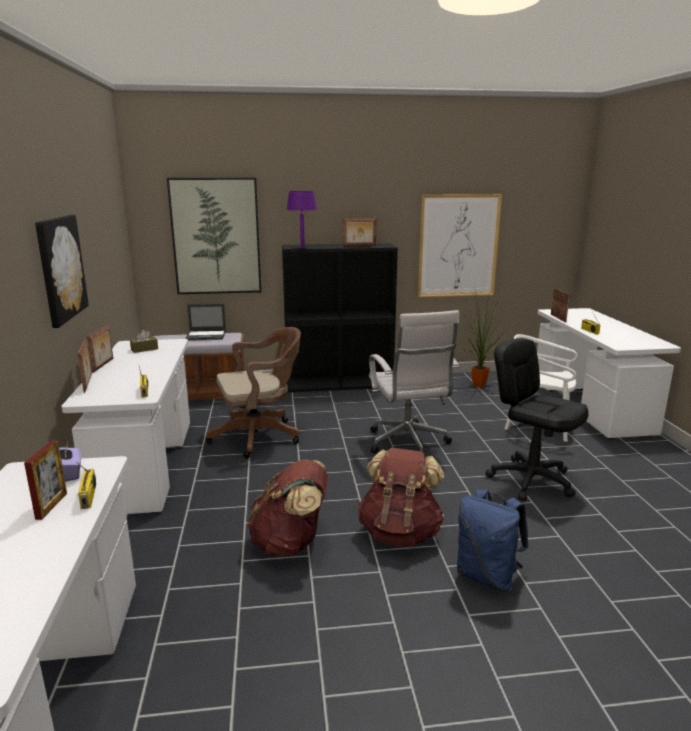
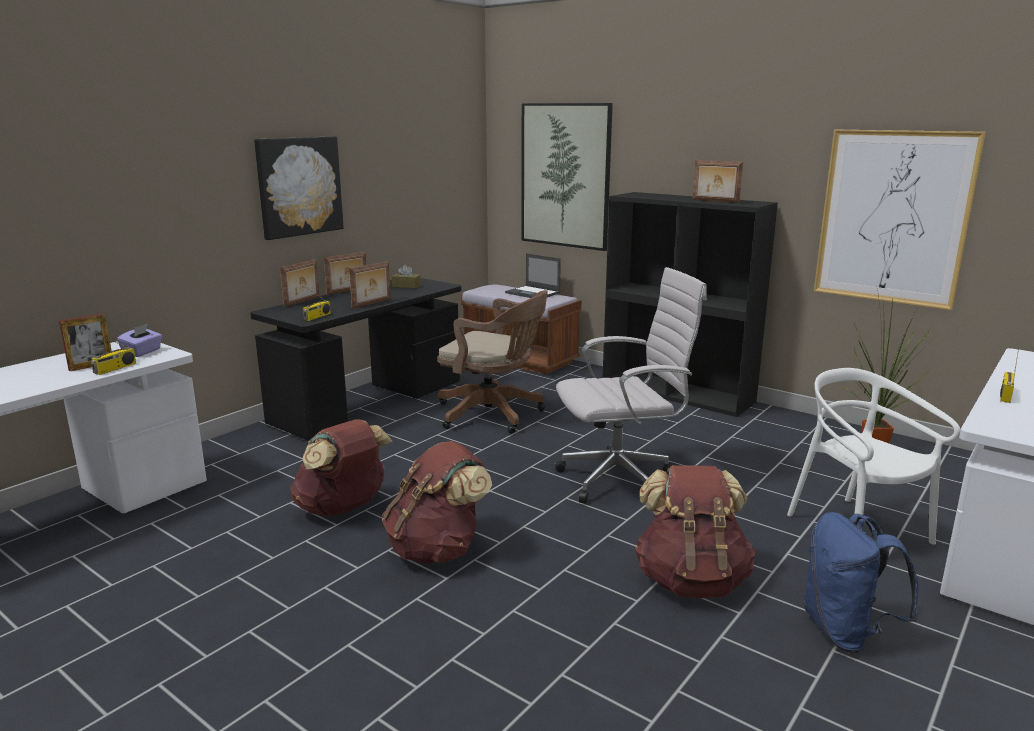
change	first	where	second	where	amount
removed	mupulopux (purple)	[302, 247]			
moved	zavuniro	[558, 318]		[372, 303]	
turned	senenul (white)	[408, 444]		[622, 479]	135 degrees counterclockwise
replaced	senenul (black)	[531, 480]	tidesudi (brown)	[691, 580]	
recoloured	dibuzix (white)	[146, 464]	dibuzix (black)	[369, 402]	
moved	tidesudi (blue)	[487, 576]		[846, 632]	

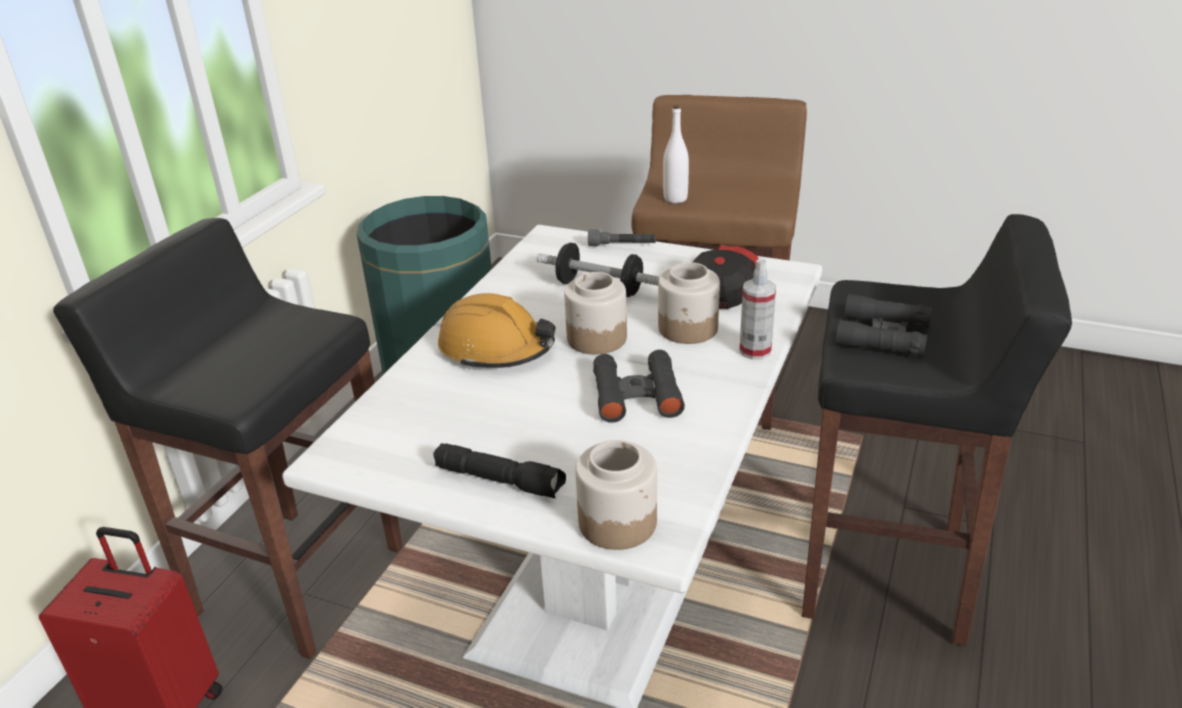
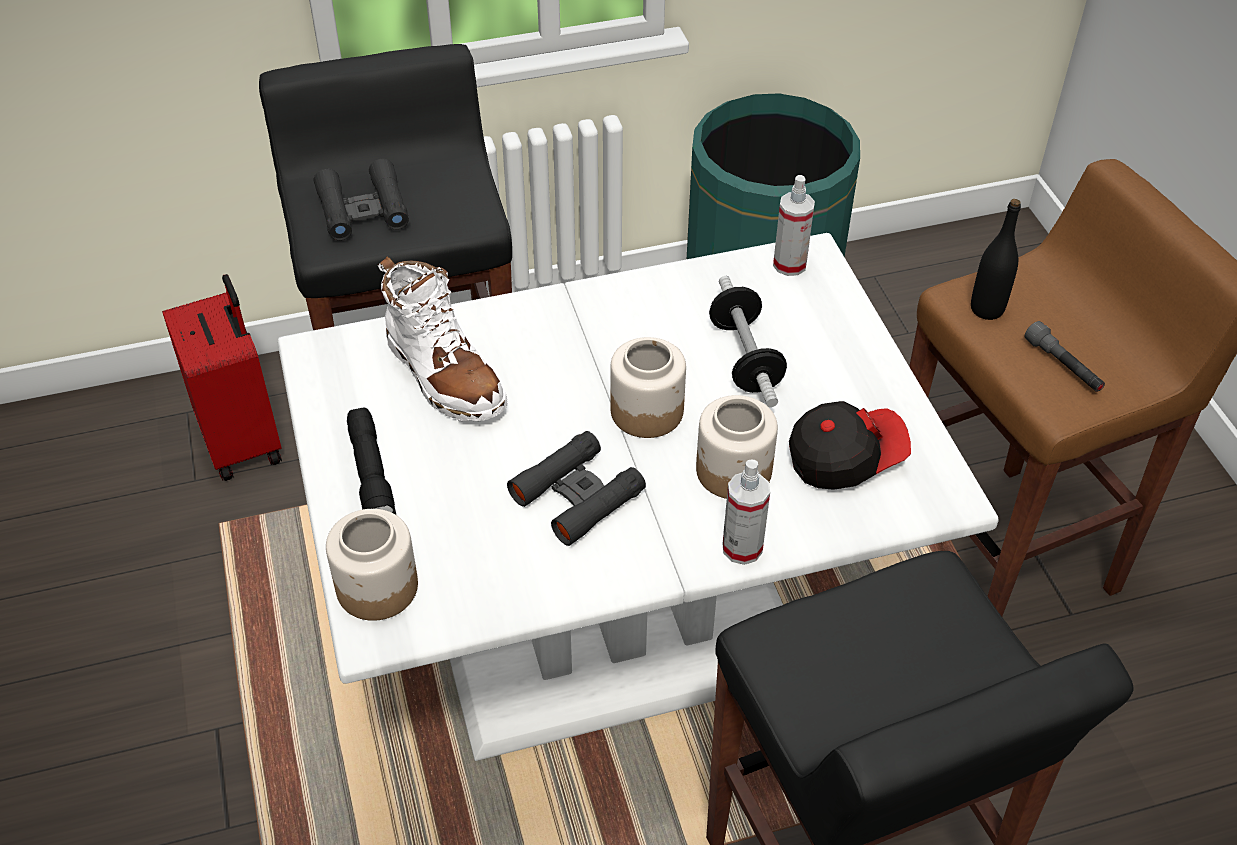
change	first	where	second	where	amount
recoloured	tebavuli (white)	[675, 199]	tebavuli (black)	[987, 309]	
moved	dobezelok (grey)	[622, 245]		[1063, 366]	
removed	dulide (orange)	[496, 349]			
moved	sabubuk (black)	[882, 335]		[363, 209]	
added			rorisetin	[789, 264]	
added			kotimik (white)	[444, 375]	

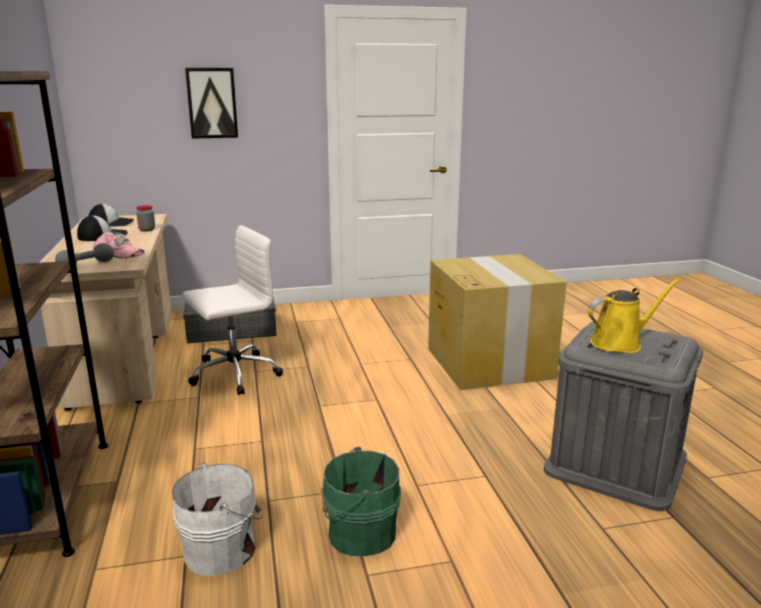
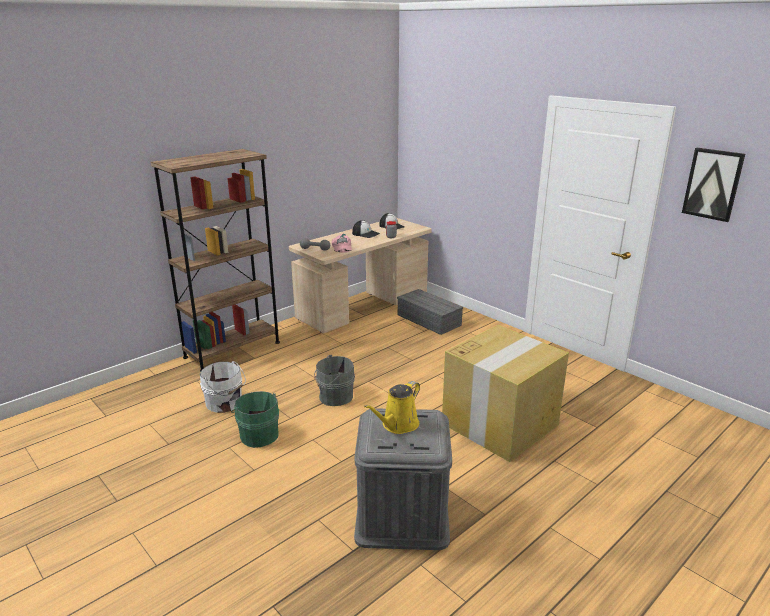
change	first	where	second	where	amount
moved	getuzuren	[212, 103]		[712, 184]	
removed	senenul (white)	[233, 374]			
turned	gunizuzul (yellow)	[620, 343]		[398, 425]	90 degrees clockwise
added			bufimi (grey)	[334, 396]	

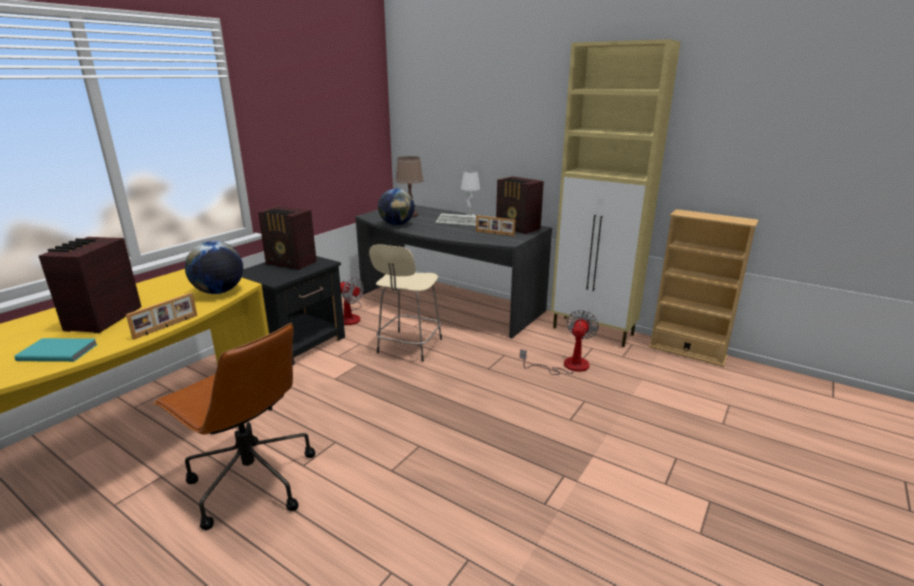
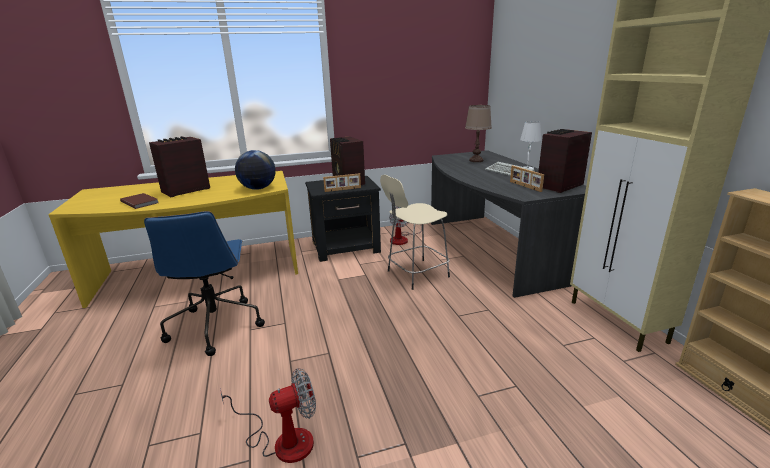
change	first	where	second	where	amount
turned	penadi	[518, 228]		[558, 186]	60 degrees clockwise
removed	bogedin	[397, 224]			
moved	zavuniro	[167, 327]		[343, 189]	
moved	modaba	[567, 366]		[282, 440]	
recoloured	senenul (brown)	[250, 481]	senenul (blue)	[215, 325]	
recoloured	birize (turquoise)	[58, 352]	birize (brown)	[140, 202]	

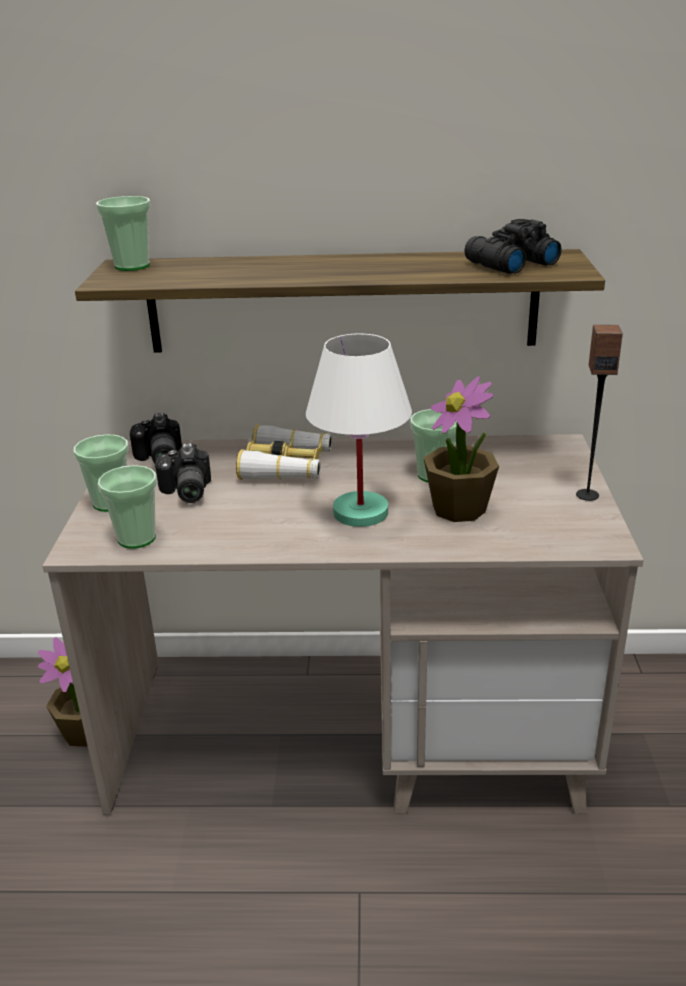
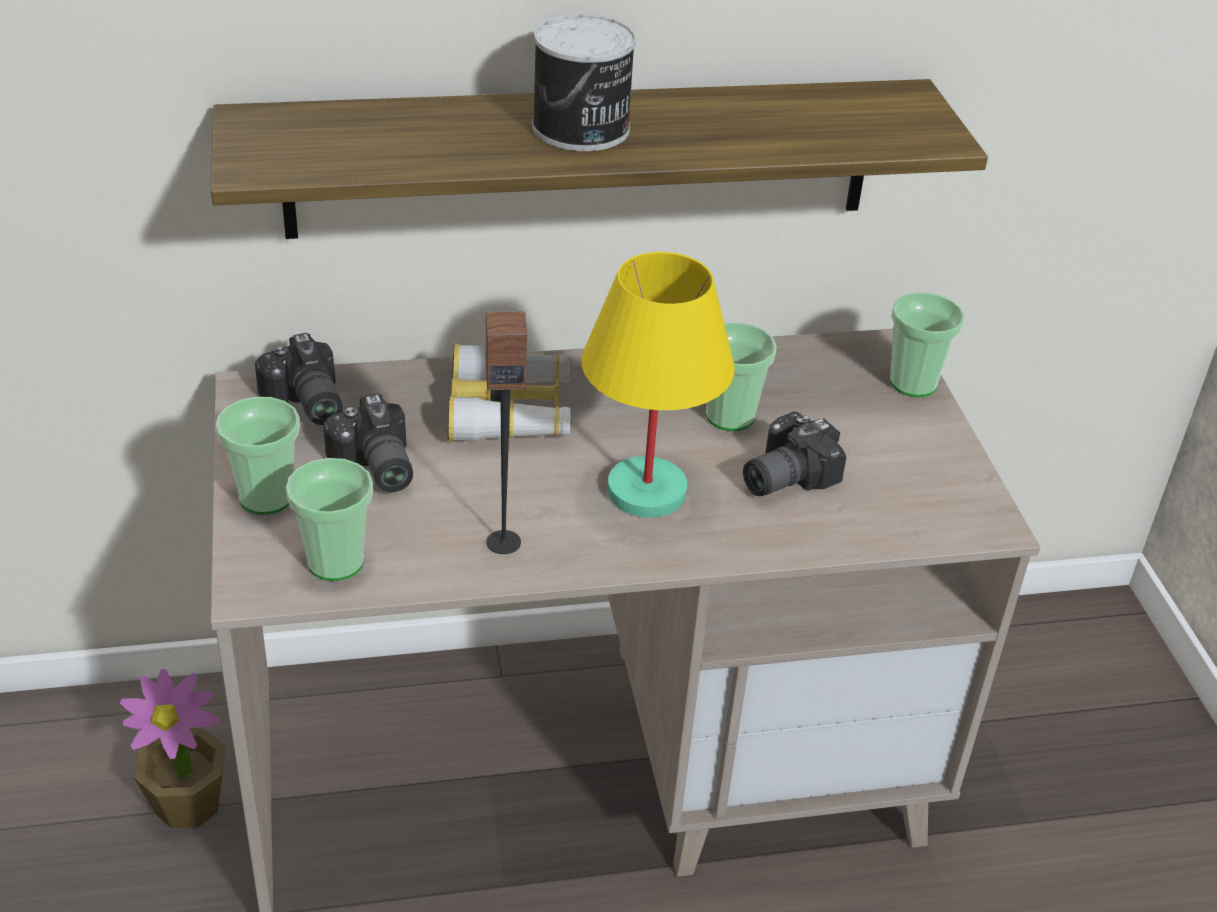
change	first	where	second	where	amount
moved	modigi	[132, 266]		[913, 383]	
removed	sabubuk (black)	[508, 264]			
moved	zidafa	[587, 495]		[503, 542]	
recoloured	mupulopux (white)	[361, 513]	mupulopux (yellow)	[648, 492]	
replaced	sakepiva	[459, 509]	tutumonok	[781, 476]	
added			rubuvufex	[582, 129]	

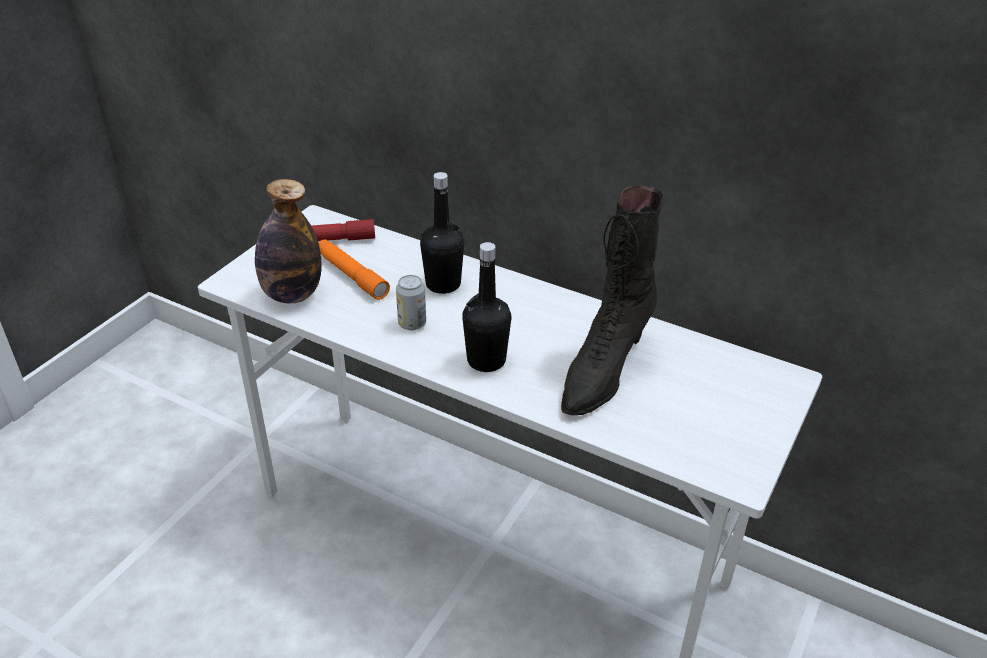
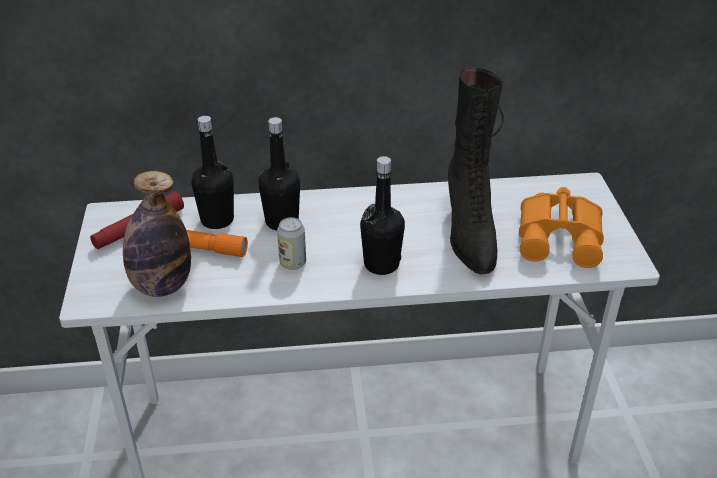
change	first	where	second	where	amount
added			tebavuli (black)	[217, 220]	
added			sabubuk (orange)	[561, 236]	

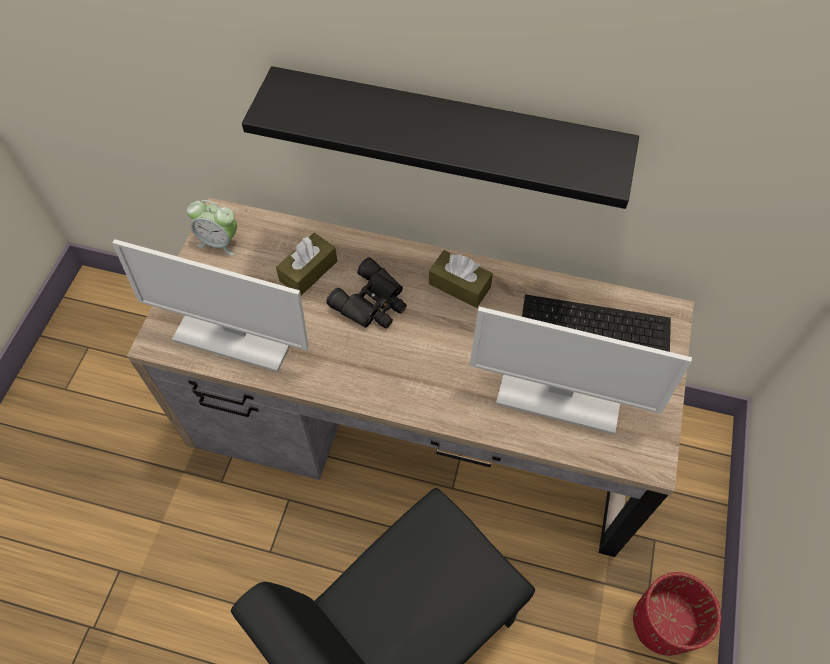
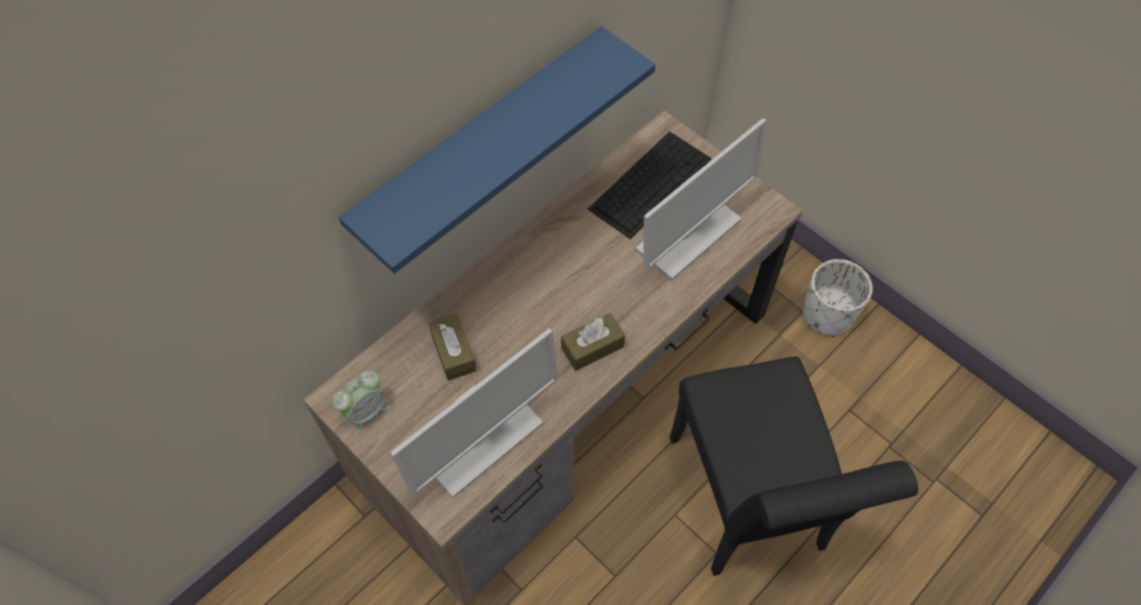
change	first	where	second	where	amount
recoloured	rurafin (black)	[447, 131]	rurafin (blue)	[481, 141]	
moved	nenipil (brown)	[459, 285]		[592, 347]	
removed	sabubuk (black)	[372, 303]			
recoloured	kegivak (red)	[663, 624]	kegivak (white)	[828, 314]	

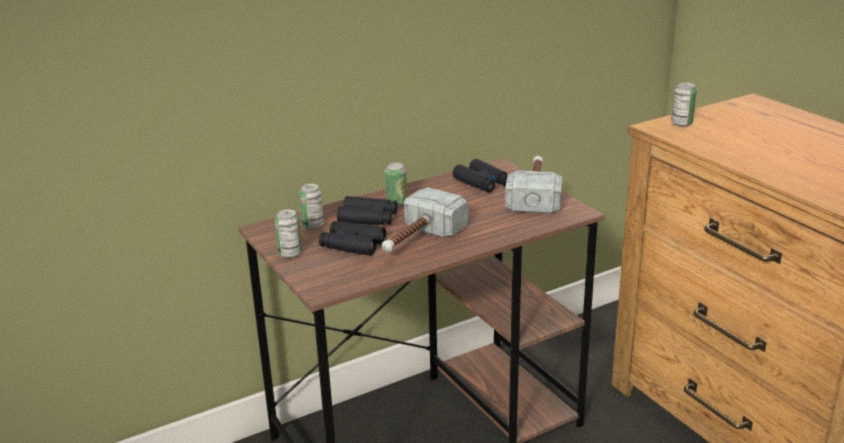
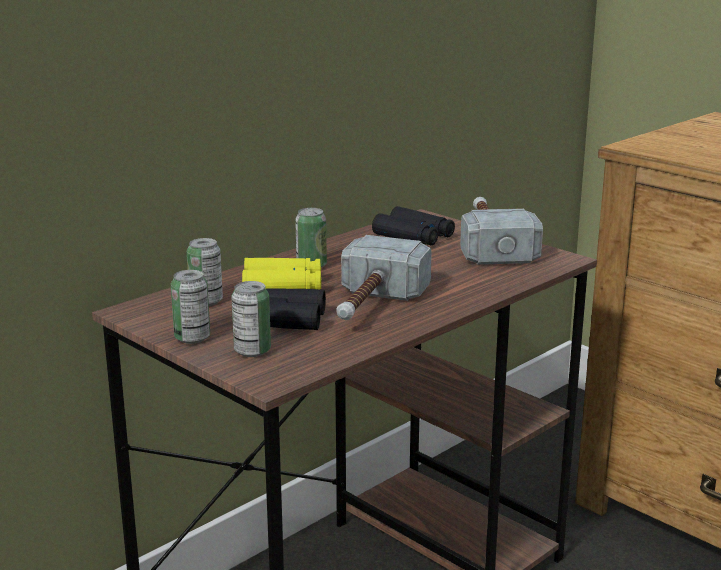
change	first	where	second	where	amount
moved	rubuvufex	[681, 123]		[252, 351]	
recoloured	sabubuk (black)	[368, 218]	sabubuk (yellow)	[283, 286]	

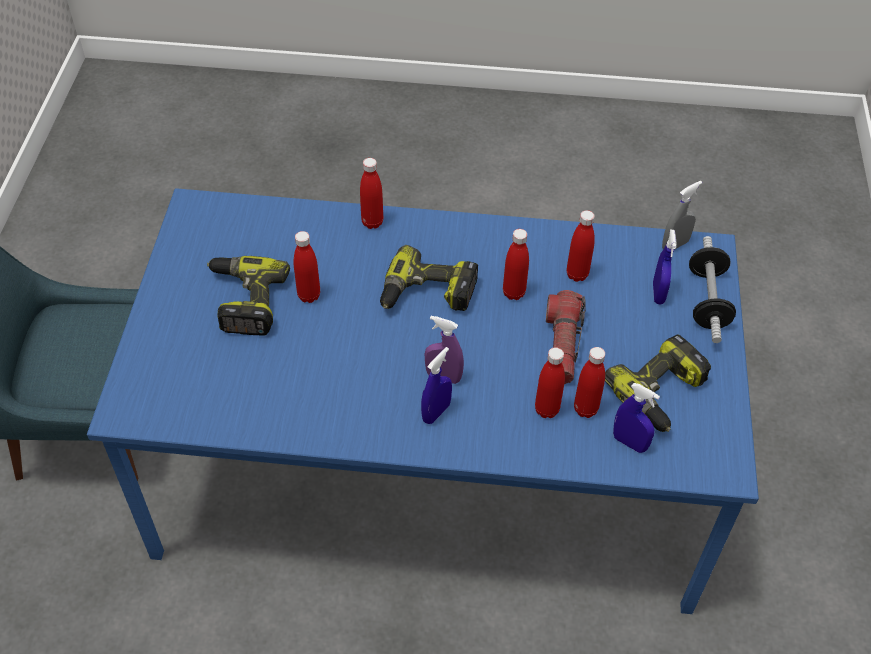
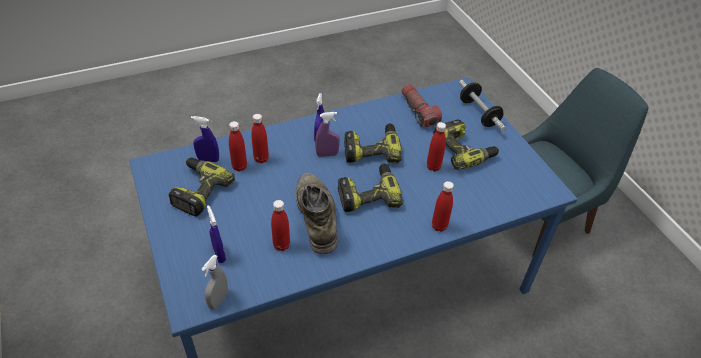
change	first	where	second	where	amount
replaced	tebavuli (red)	[513, 293]	kotimik (green)	[316, 216]	
moved	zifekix	[707, 301]		[479, 113]	
moved	dobezelok	[562, 345]		[418, 111]	
added			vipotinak	[372, 149]	

